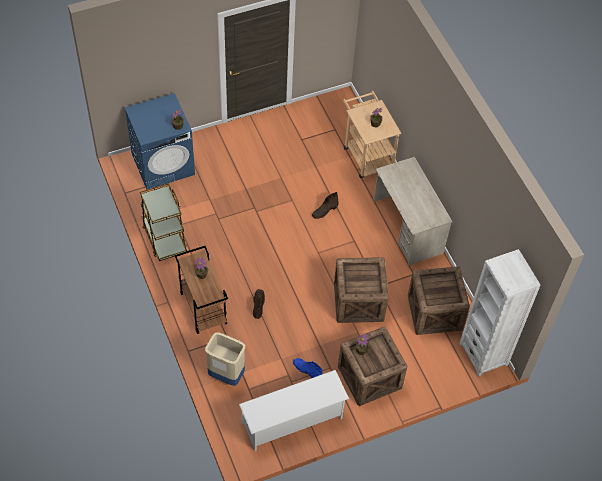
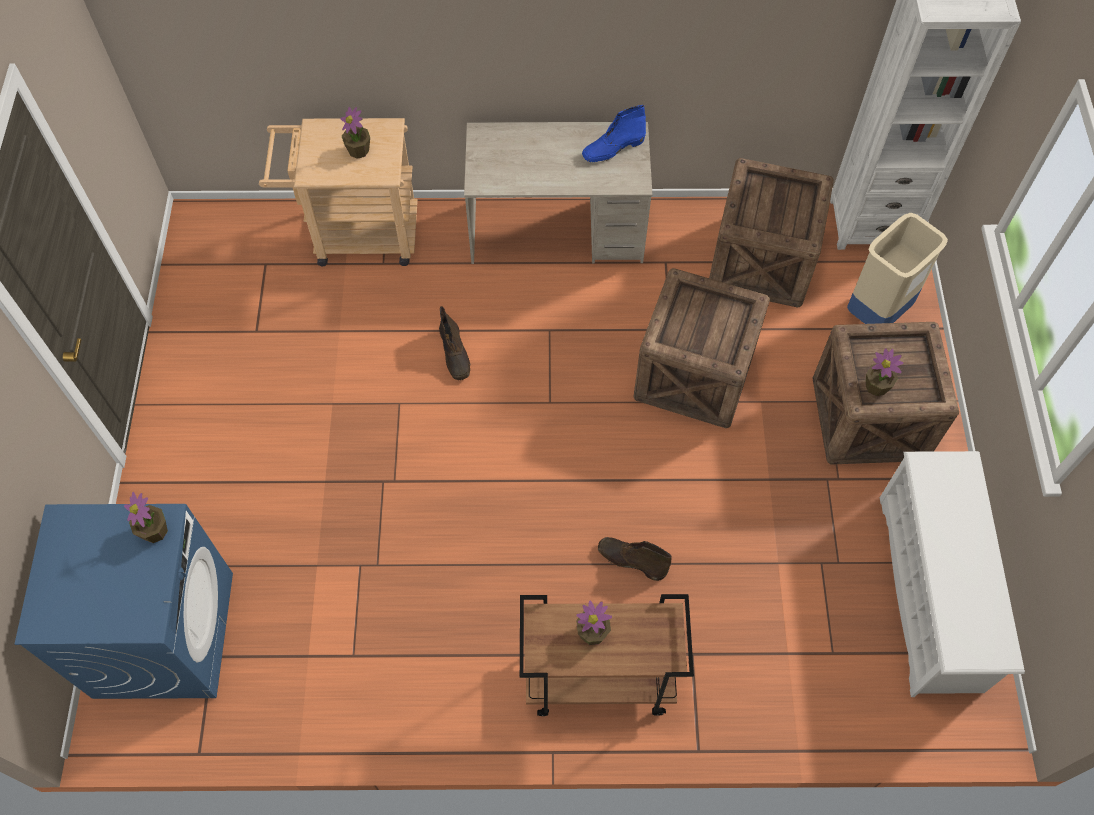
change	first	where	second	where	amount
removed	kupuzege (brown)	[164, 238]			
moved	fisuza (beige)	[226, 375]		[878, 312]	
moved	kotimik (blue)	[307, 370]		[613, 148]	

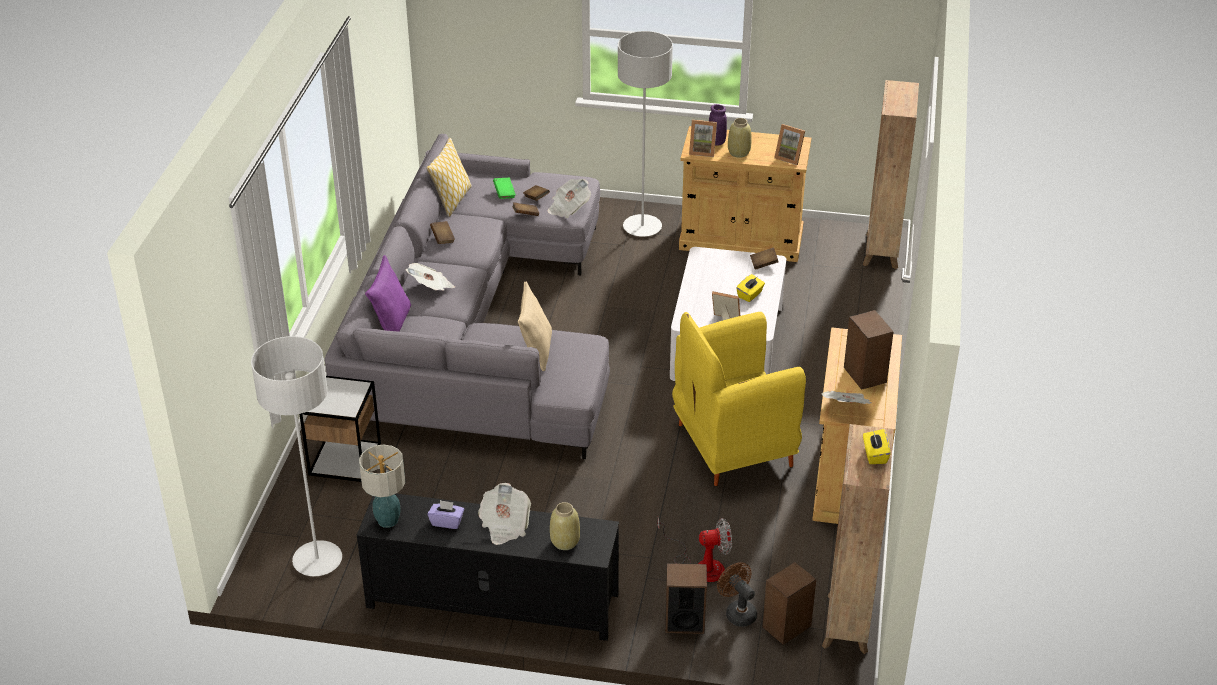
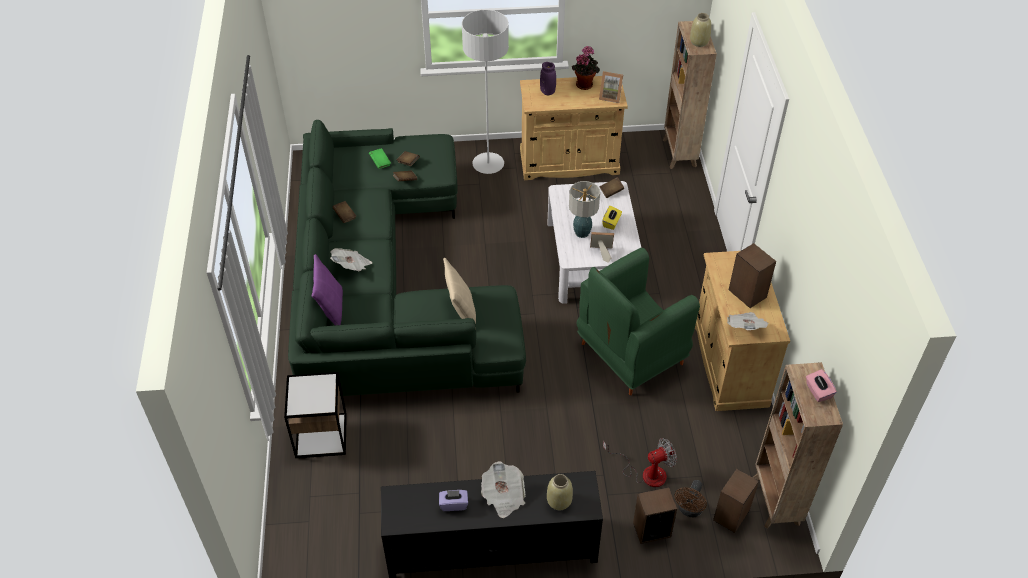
change	first	where	second	where	amount
moved	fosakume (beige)	[739, 153]		[699, 42]	
removed	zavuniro	[702, 151]			
recoloured	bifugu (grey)	[474, 328]	bifugu (green)	[386, 285]	
removed	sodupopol	[452, 200]			
removed	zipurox	[568, 208]			
recoloured	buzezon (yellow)	[732, 446]	buzezon (green)	[630, 355]	
removed	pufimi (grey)	[317, 560]			
recoloured	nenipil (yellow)	[874, 455]	nenipil (pink)	[818, 392]	
moved	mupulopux	[388, 520]		[582, 232]	
turned	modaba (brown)	[737, 612]		[689, 510]	105 degrees counterclockwise
added			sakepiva	[585, 84]	

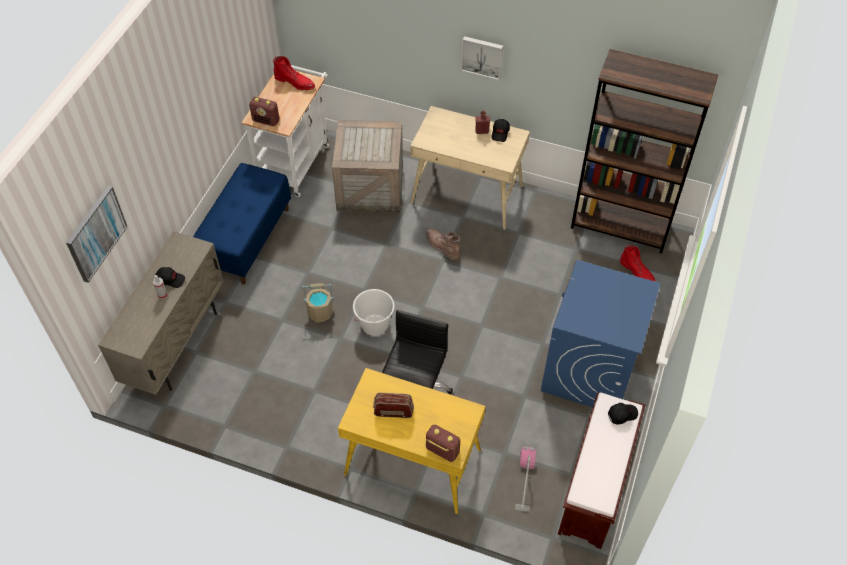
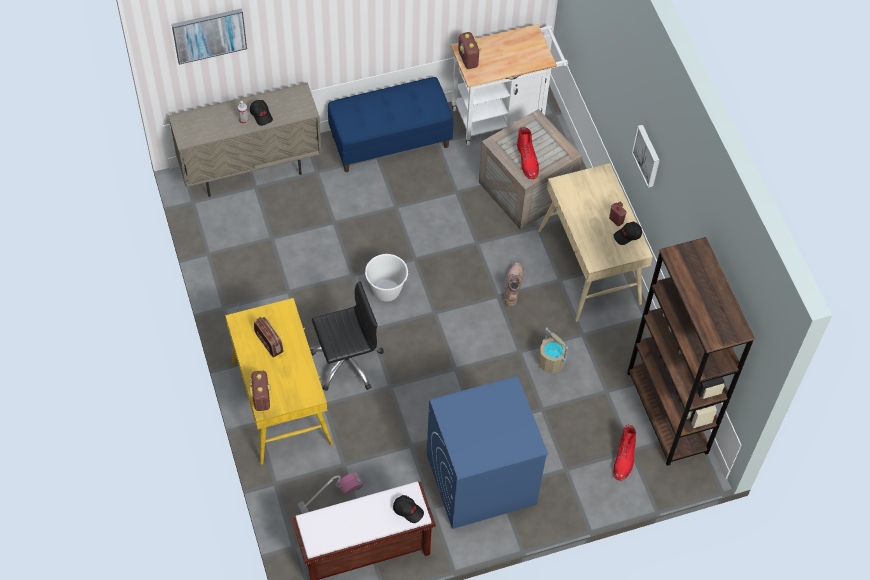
change	first	where	second	where	amount
moved	kotimik (red)	[295, 82]		[528, 160]	
moved	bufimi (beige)	[320, 312]		[551, 362]	

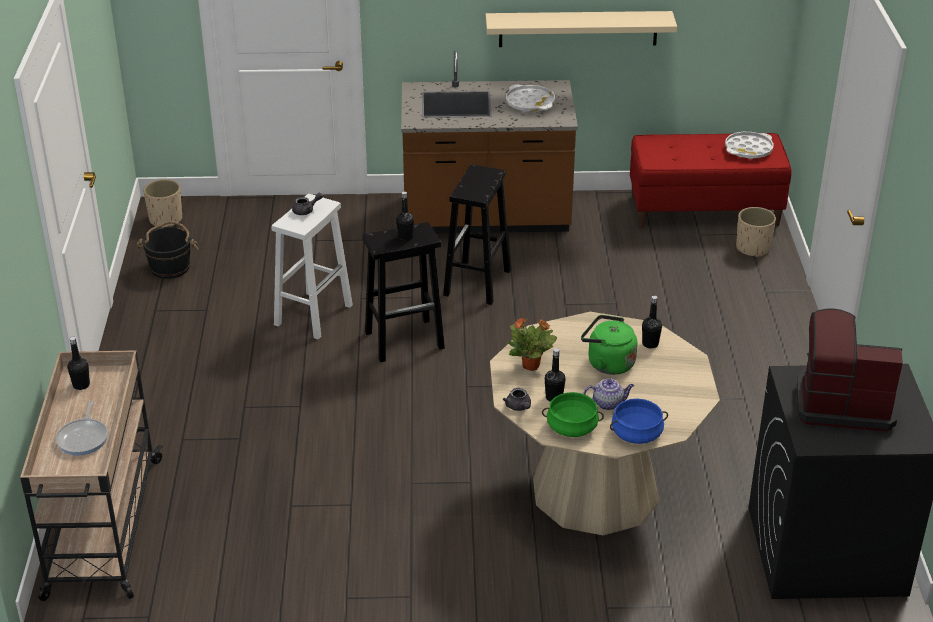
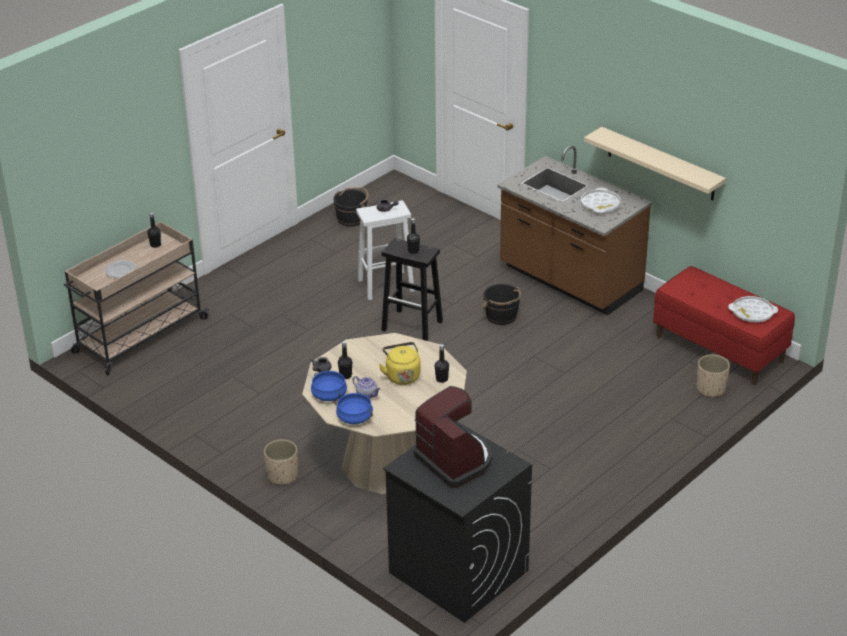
change	first	where	second	where	amount
replaced	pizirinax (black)	[477, 283]	bufimi (black)	[501, 316]	
moved	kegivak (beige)	[166, 219]		[282, 475]	
recoloured	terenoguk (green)	[607, 363]	terenoguk (yellow)	[402, 375]	
removed	sakepiva	[531, 366]			
recoloured	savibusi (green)	[571, 428]	savibusi (blue)	[329, 395]	
replaced	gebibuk	[83, 438]	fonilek	[121, 270]	

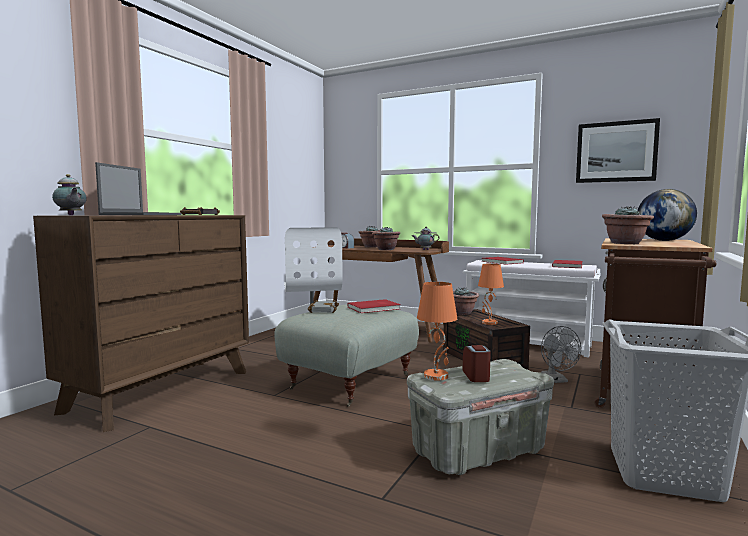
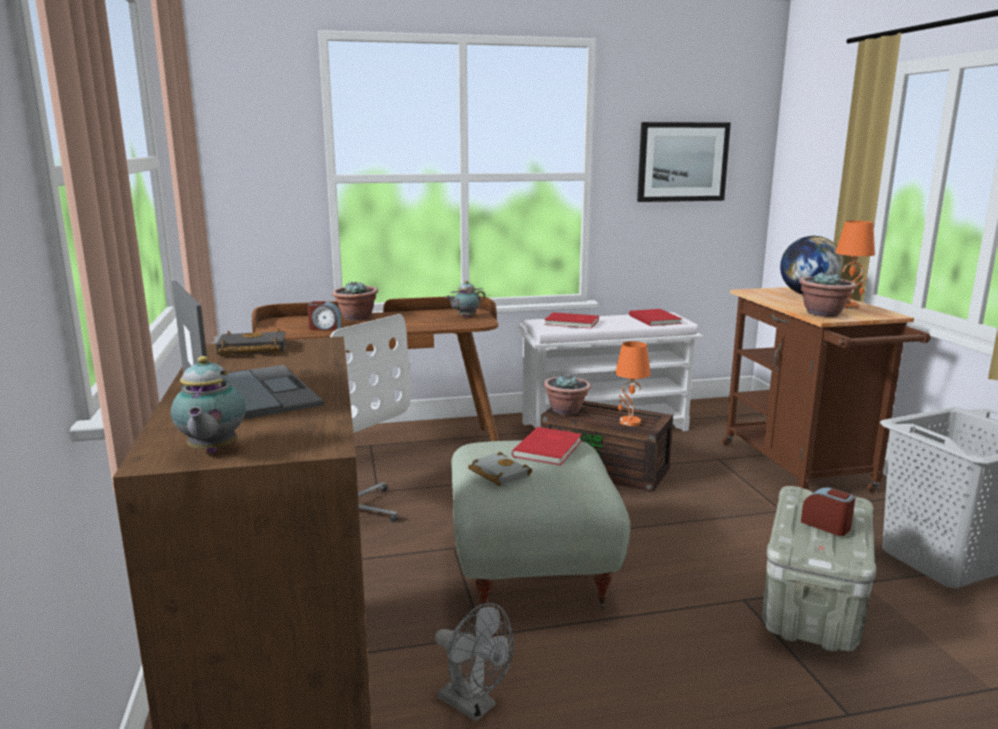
change	first	where	second	where	amount
turned	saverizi	[71, 215]		[211, 451]	75 degrees clockwise
removed	sakepiva	[385, 249]			
moved	mupulopux (orange)	[437, 376]		[848, 306]	
moved	modaba (grey)	[557, 380]		[474, 706]	

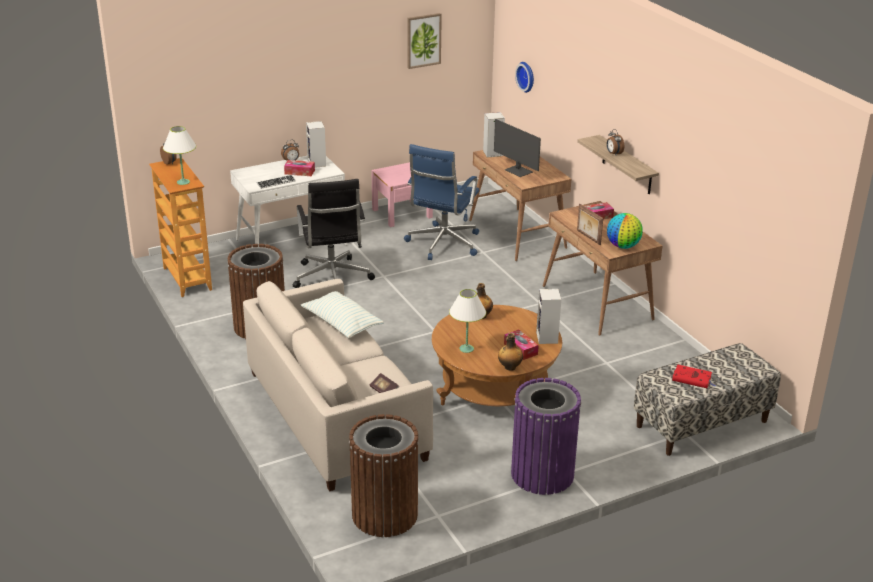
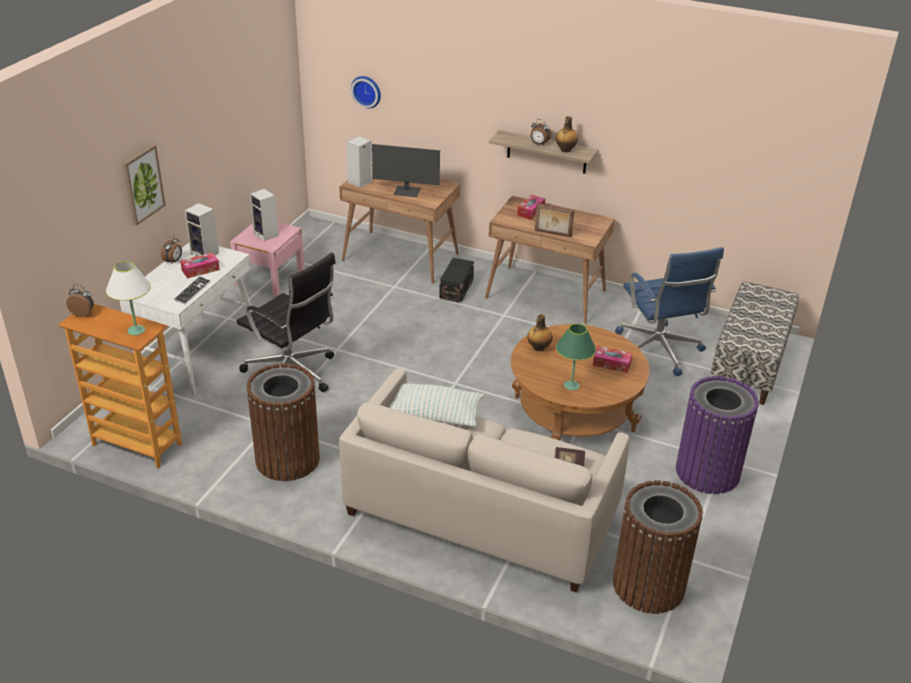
change	first	where	second	where	amount
moved	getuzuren	[423, 40]		[143, 184]	
moved	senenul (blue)	[442, 244]		[658, 351]	
removed	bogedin	[623, 246]			
recoloured	mupulopux (white)	[466, 348]	mupulopux (green)	[571, 385]	
moved	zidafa	[547, 338]		[267, 235]	
moved	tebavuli	[509, 367]		[565, 150]	
removed	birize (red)	[693, 379]			
added			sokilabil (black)	[457, 289]	

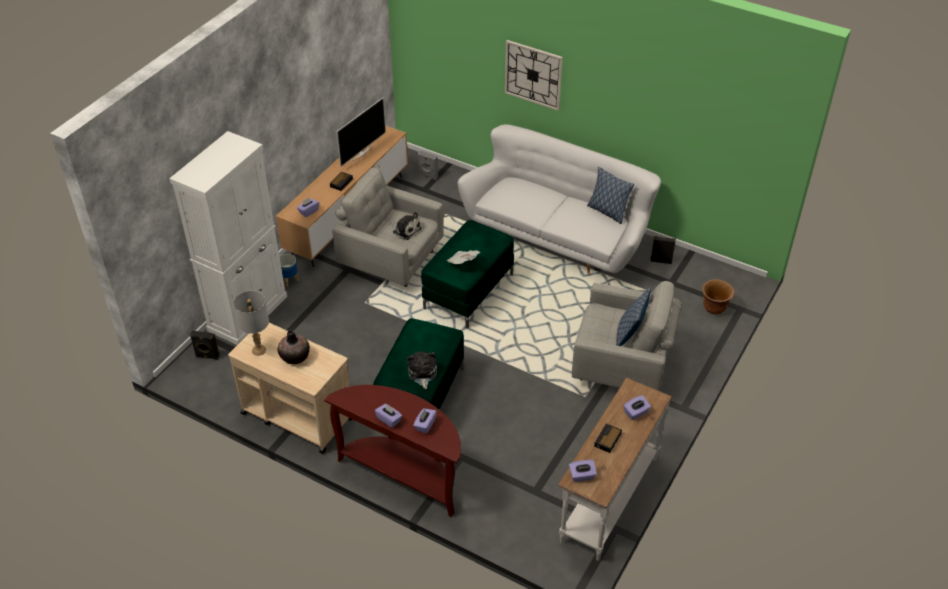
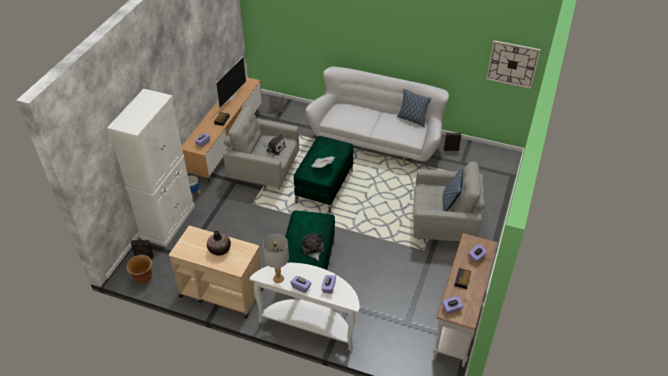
change	first	where	second	where	amount
moved	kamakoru	[533, 74]		[512, 64]	
moved	kegivak (brown)	[714, 308]		[143, 277]	
moved	mupulopux (grey)	[258, 350]		[278, 278]	
recoloured	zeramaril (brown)	[404, 474]	zeramaril (white)	[310, 325]	

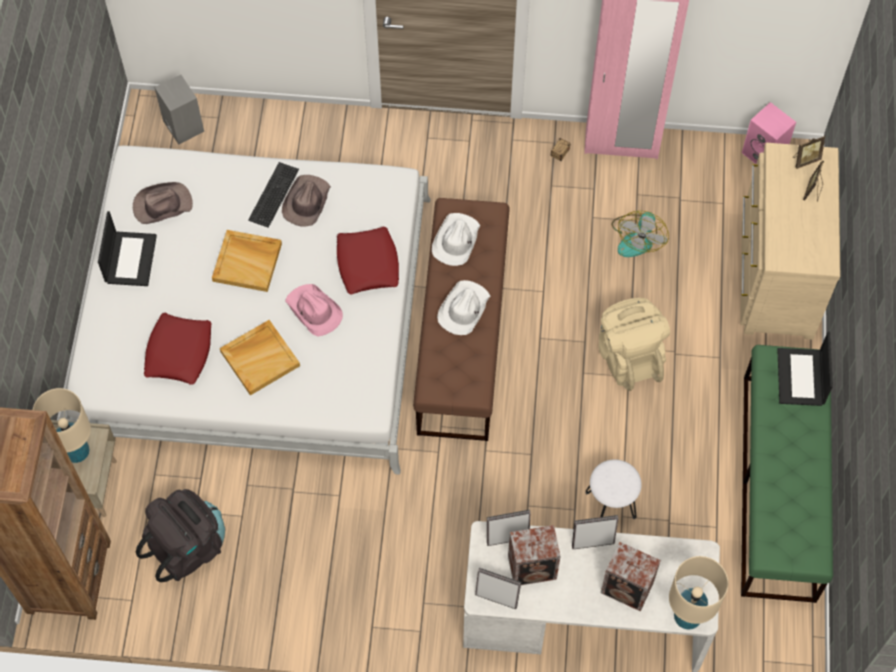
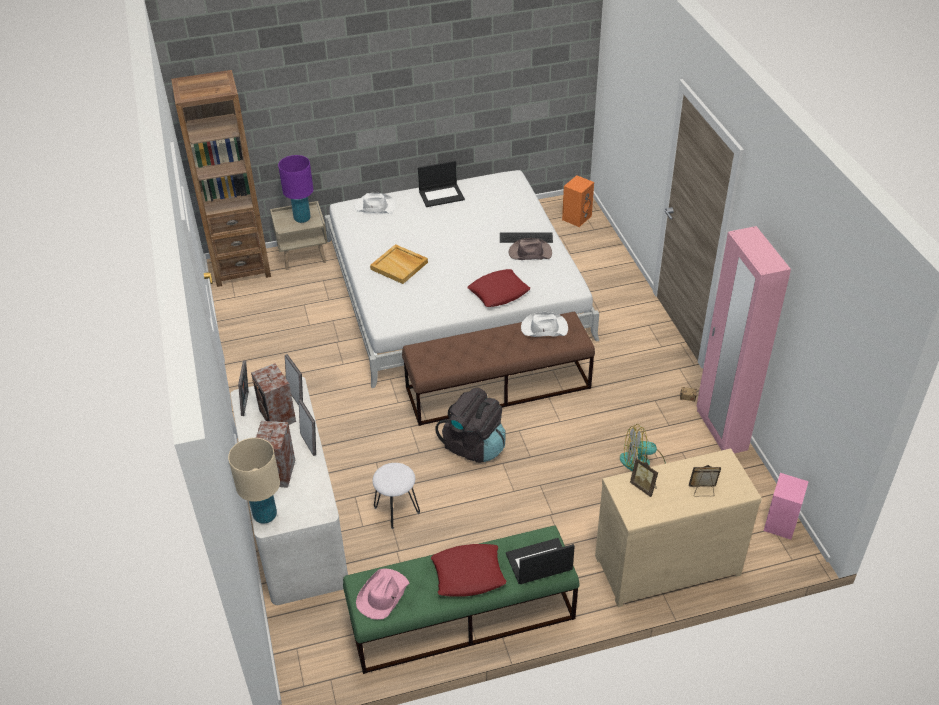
change	first	where	second	where	amount
recoloured	zidafa (grey)	[182, 126]	zidafa (orange)	[576, 217]	
moved	zavuniro	[805, 159]		[644, 487]	
removed	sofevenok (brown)	[162, 205]			
removed	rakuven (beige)	[248, 262]			
moved	sofevenok (white)	[463, 309]		[374, 206]	
moved	sofevenok (pink)	[314, 311]		[382, 595]	
removed	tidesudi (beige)	[628, 356]			
moved	sodupopol (red)	[179, 352]		[468, 574]	
recoloured	mupulopux (beige)	[77, 452]	mupulopux (purple)	[302, 218]	
moved	tidesudi (black)	[188, 547]		[474, 446]	

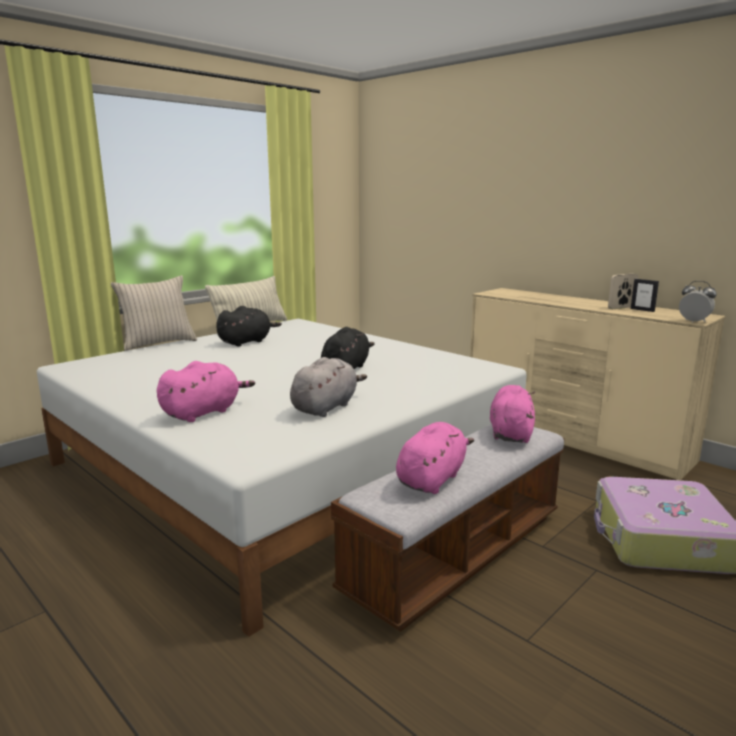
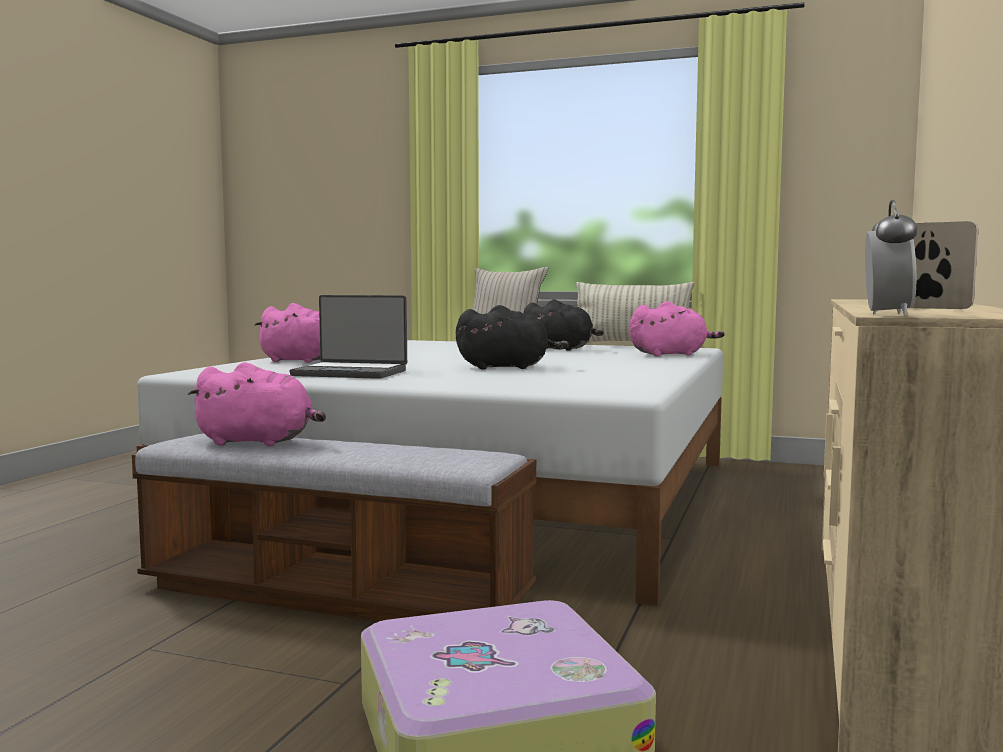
change	first	where	second	where	amount
removed	zavuniro	[642, 310]			
replaced	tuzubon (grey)	[326, 407]	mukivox	[351, 373]	
moved	tuzubon (pink)	[510, 433]		[670, 354]	

